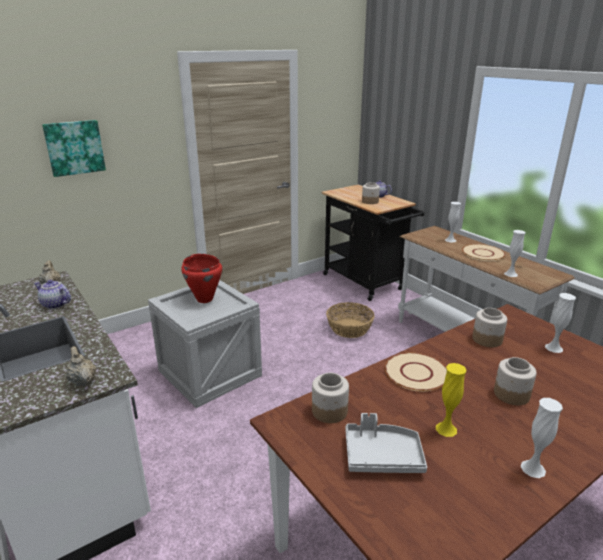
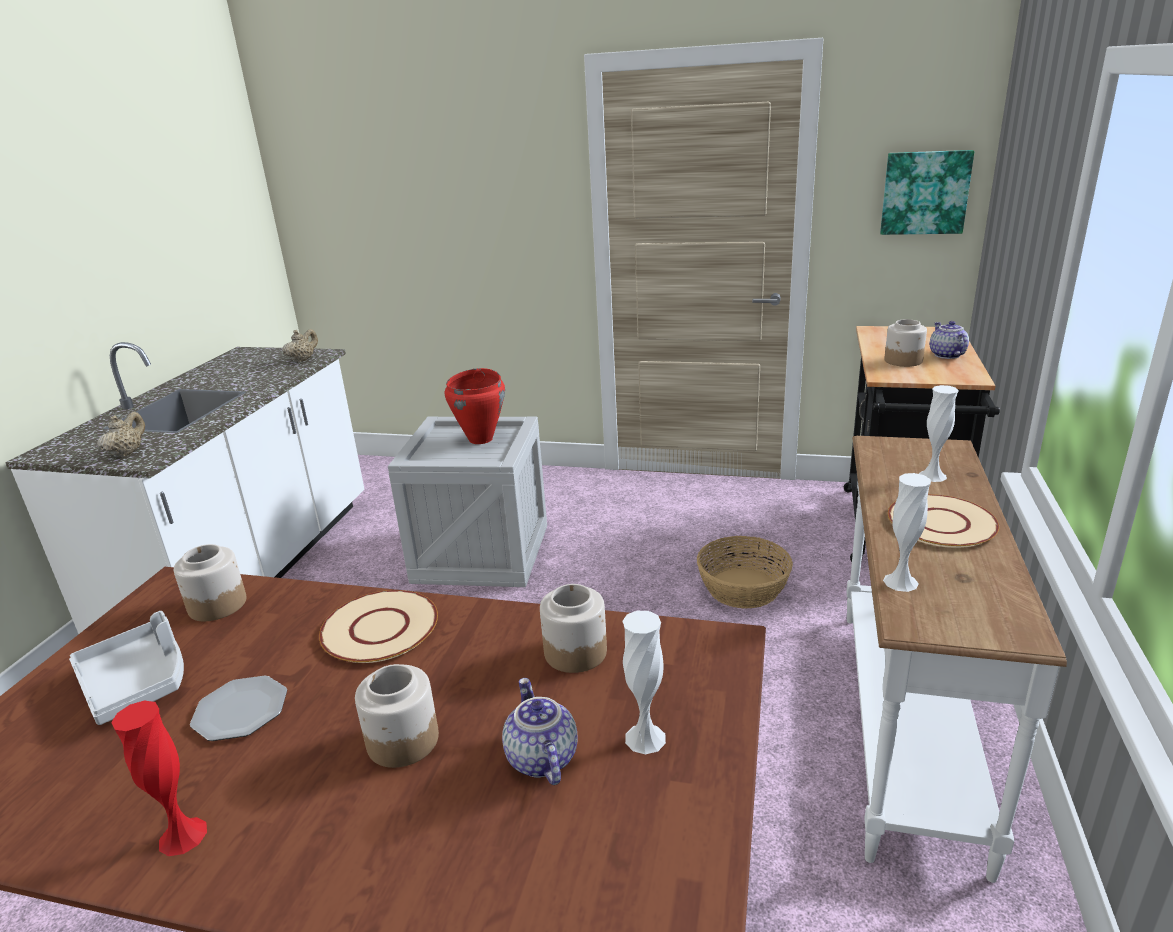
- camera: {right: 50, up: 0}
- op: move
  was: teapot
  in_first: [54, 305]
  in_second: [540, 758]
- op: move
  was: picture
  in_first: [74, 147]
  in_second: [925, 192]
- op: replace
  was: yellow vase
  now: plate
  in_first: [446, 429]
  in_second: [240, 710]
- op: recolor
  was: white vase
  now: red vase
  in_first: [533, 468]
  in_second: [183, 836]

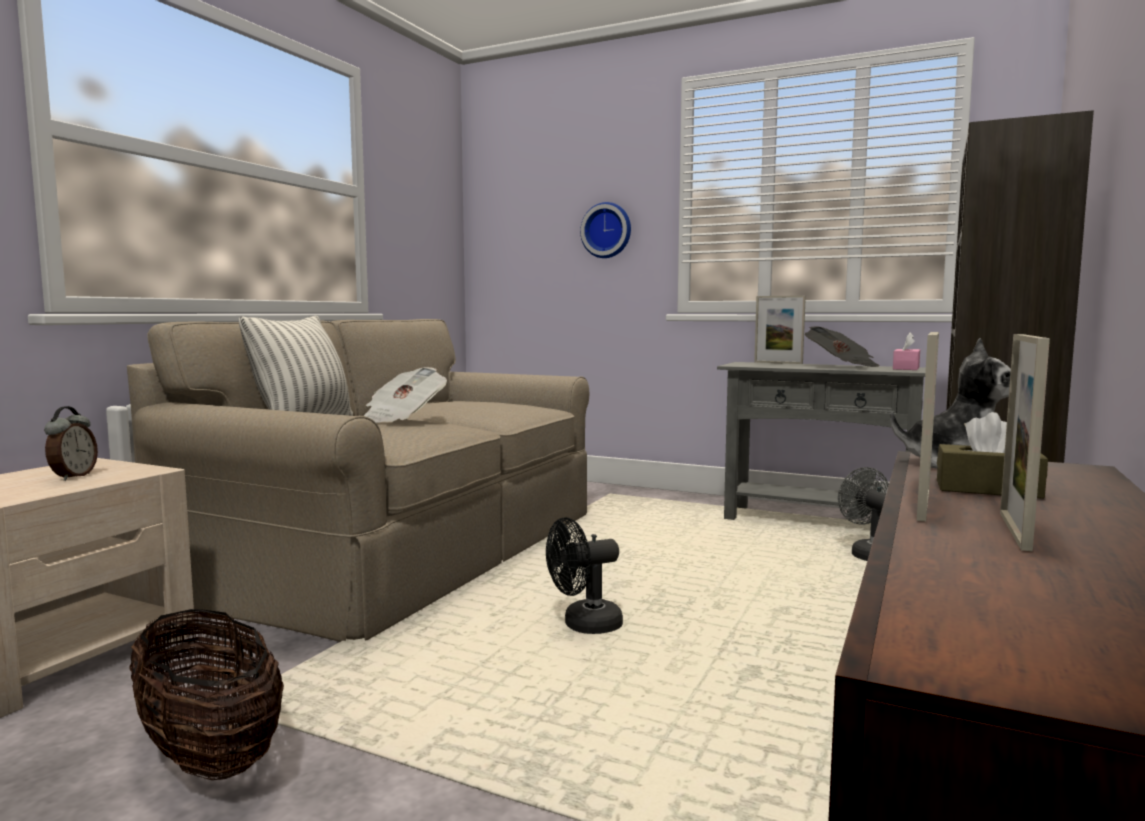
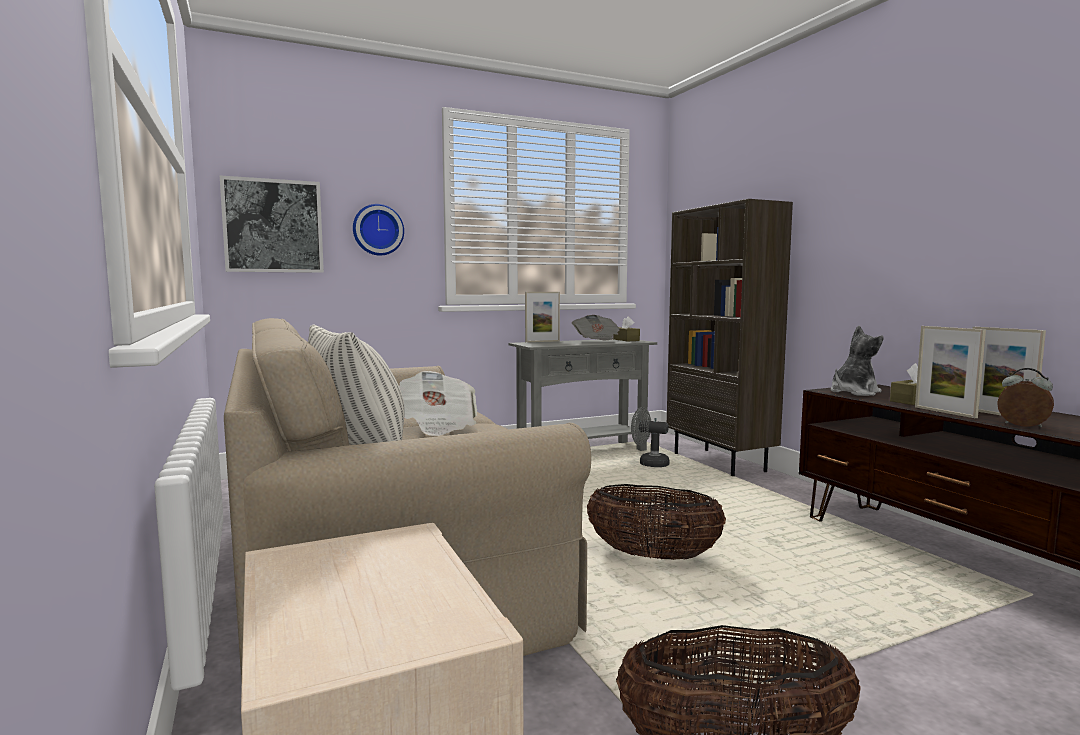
- camera: {right: -50, up: 0}
- op: move
  was: alarm clock
  in_first: [72, 477]
  in_second: [1022, 426]
- op: replace
  was: black fan
  now: basket
  in_first: [584, 626]
  in_second: [653, 556]
- op: recolor
  was: pink tissue box
  now: brown tissue box
  in_first: [906, 368]
  in_second: [626, 340]
- op: insert
  now: picture
  in_second: [273, 226]

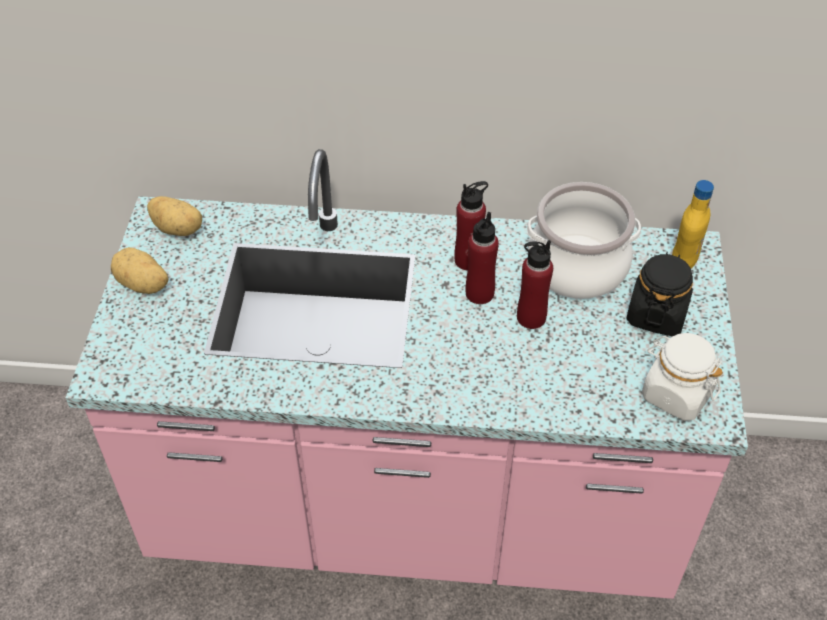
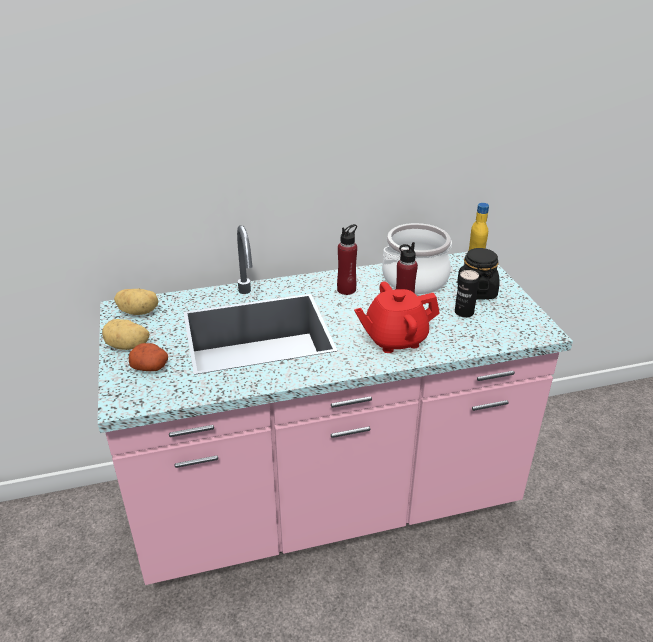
- camera: {right: -20, up: -15}
- op: delete
  was: red bottle
  in_first: [479, 293]
- op: delete
  was: white jar
  in_first: [676, 394]
- op: insert
  now: potato
  in_second: [151, 367]
- op: insert
  now: red teapot
  in_second: [394, 339]
- op: insert
  now: can
  in_second: [464, 312]

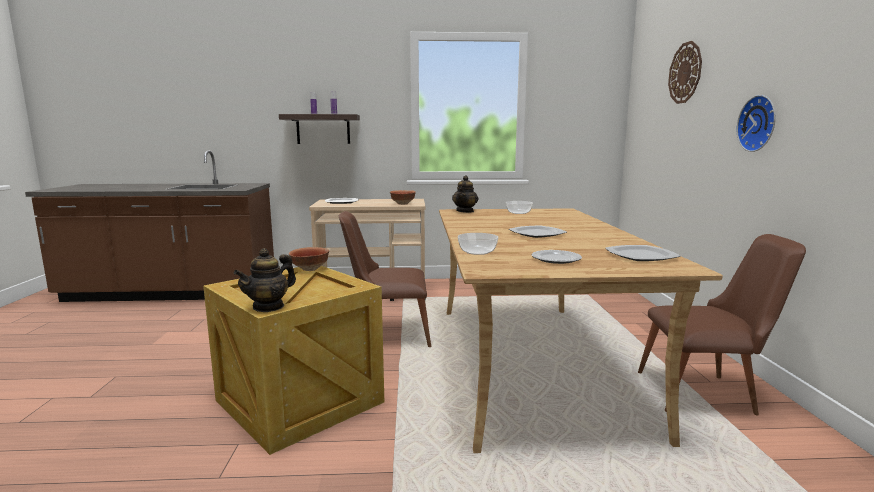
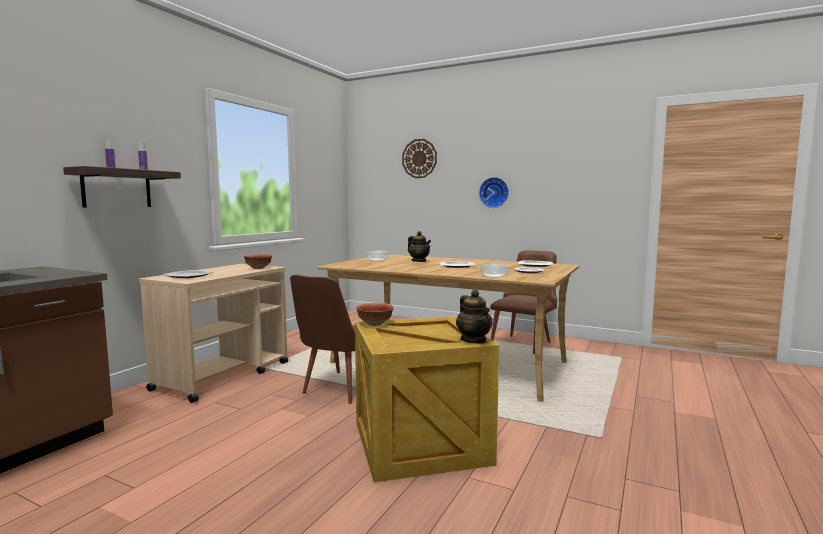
- camera: {right: -60, up: -5}
- op: move
  was: teapot
  in_first: [465, 211]
  in_second: [419, 261]

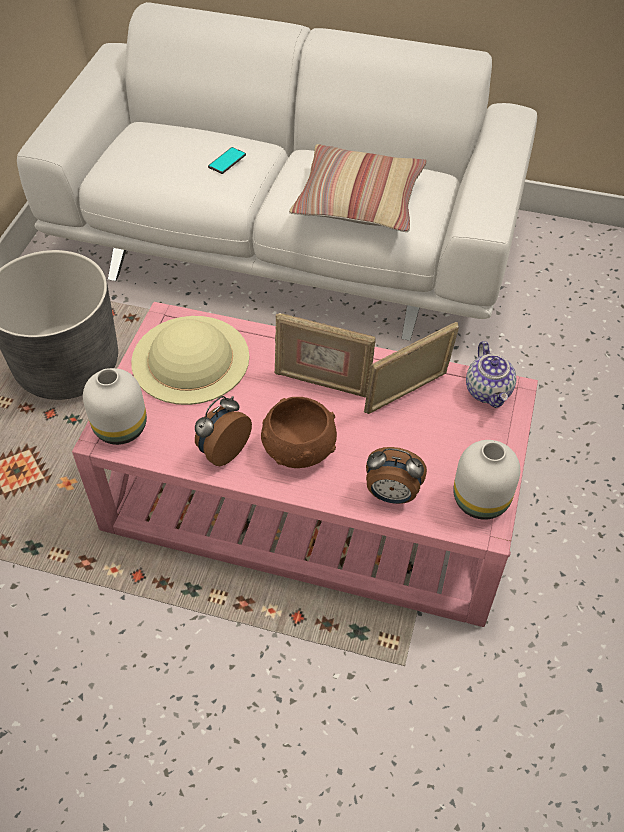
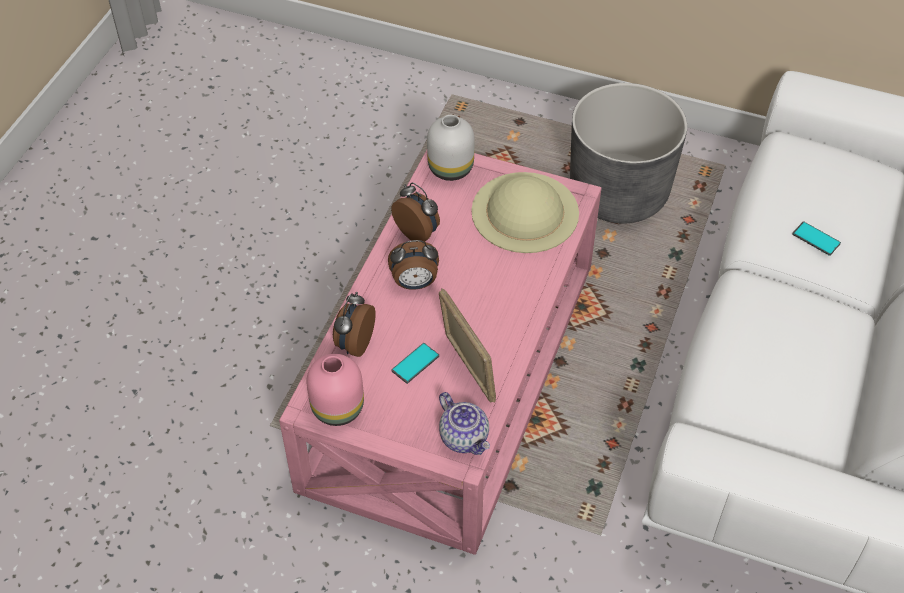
- camera: {right: 95, up: 0}
- op: replace
  was: brown bowl
  now: alarm clock
  in_first: [298, 448]
  in_second: [415, 283]
- op: delete
  was: picture frame
  in_first: [322, 382]
- op: delete
  was: pillow
  in_first: [359, 200]
- op: recolor
  was: white vase
  now: pink vase
  in_first: [480, 501]
  in_second: [336, 407]
- op: rotate
  was: teapot
  in_first: [489, 391]
  in_second: [465, 437]
  clockwise: -120
- op: insert
  now: phone
  in_second: [415, 363]

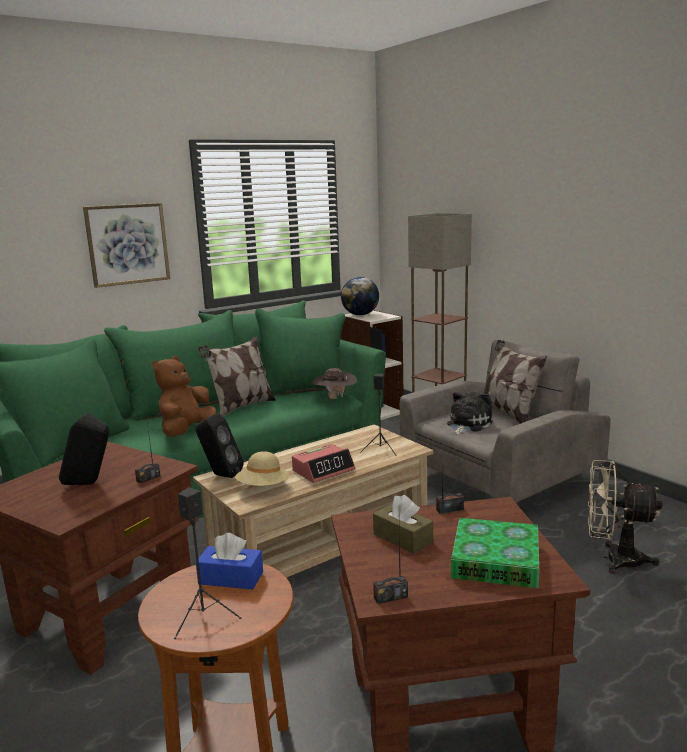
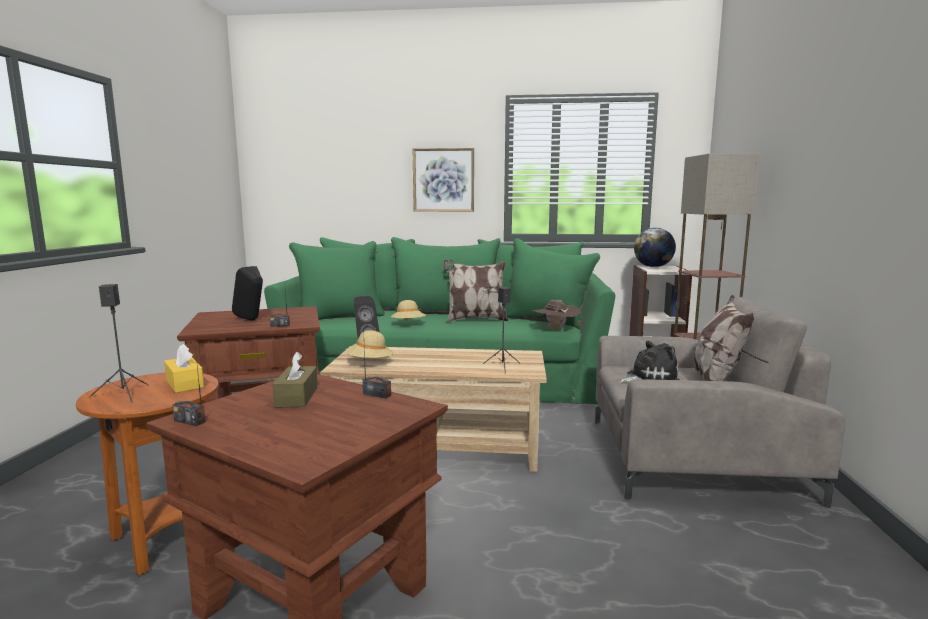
- camera: {right: 40, up: -5}
- op: replace
  was: brown plush toy
  now: beige hat
  in_first: [187, 432]
  in_second: [408, 324]
- op: recolor
  was: blue tissue box
  now: yellow tissue box
  in_first: [231, 578]
  in_second: [184, 384]
- op: delete
  was: alarm clock
  in_first: [323, 470]
- op: delete
  was: book
  in_first: [495, 560]
- op: delete
  was: beige fan
  in_first: [614, 559]

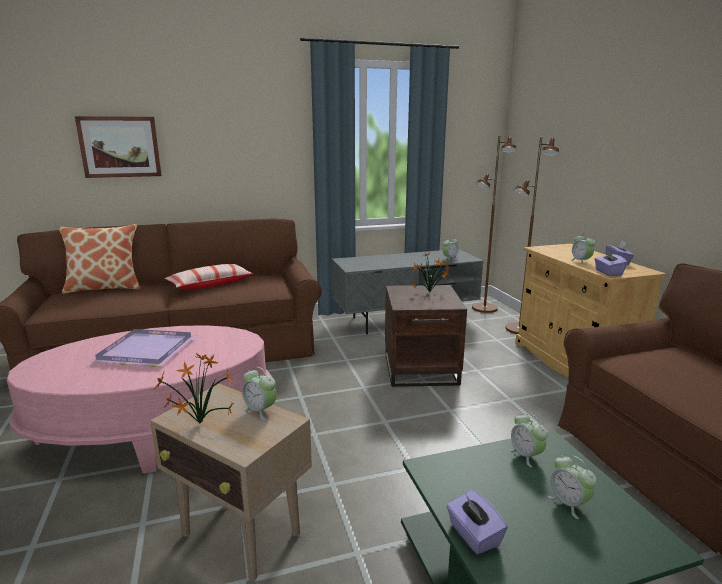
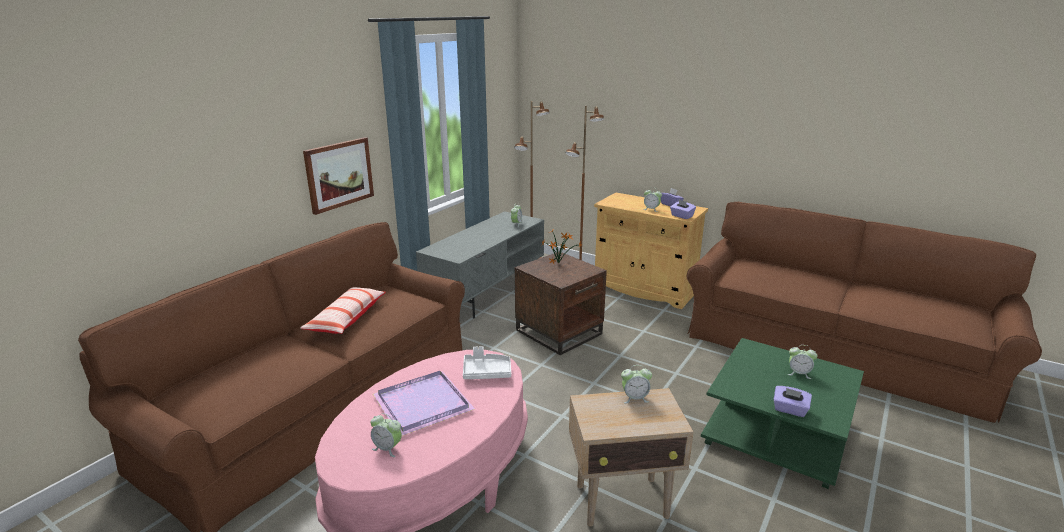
- camera: {right: -40, up: 5}
- op: delete
  was: pillow
  in_first: [105, 288]
- op: move
  was: picture
  in_first: [120, 147]
  in_second: [339, 174]
- op: delete
  was: potted plant
  in_first: [198, 423]
- op: move
  was: alarm clock
  in_first: [526, 455]
  in_second: [387, 448]
- op: insert
  now: white tray
  in_second: [486, 372]

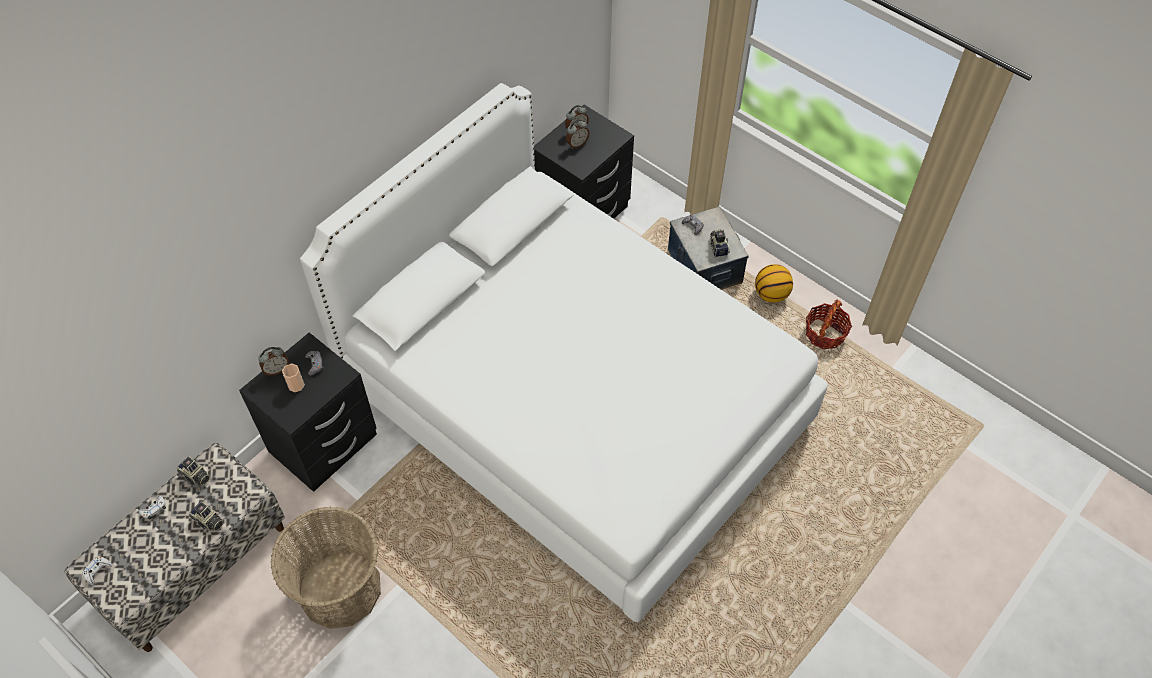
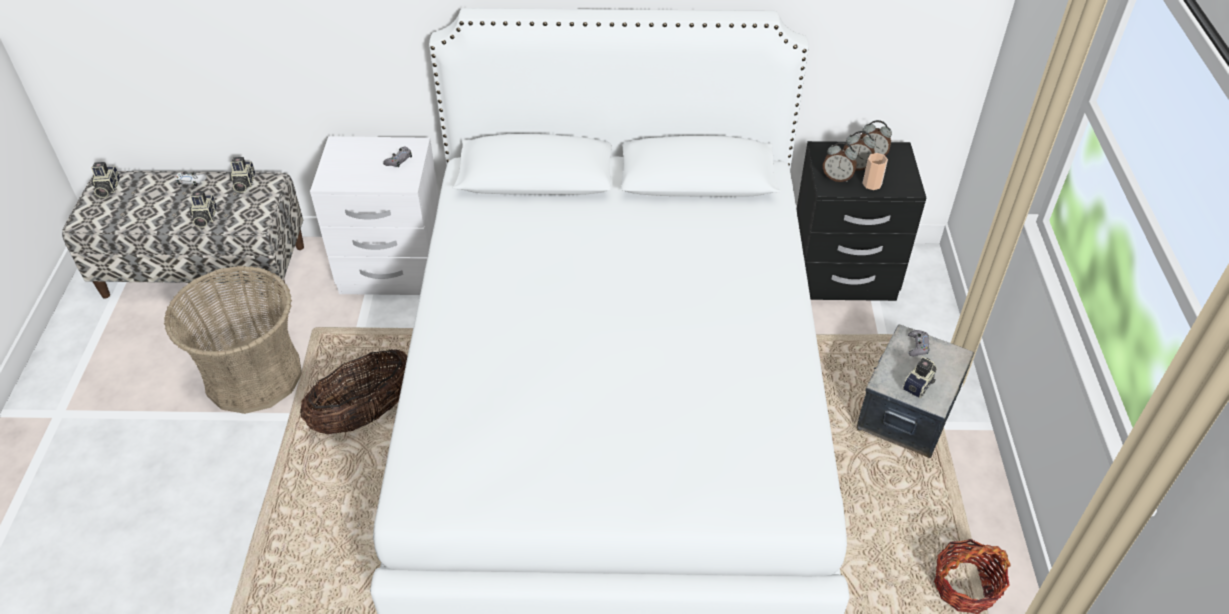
- camera: {right: 50, up: -10}
- op: replace
  was: white game controller
  now: photo camera
  in_first: [97, 571]
  in_second: [107, 188]
- op: recolor
  was: black nightstand
  now: white nightstand
  in_first: [324, 444]
  in_second: [393, 269]
- op: move
  was: alarm clock
  in_first: [276, 369]
  in_second: [837, 177]
- op: move
  was: cup
  in_first: [296, 385]
  in_second: [872, 184]
- op: delete
  was: basketball
  in_first: [771, 294]
- op: insert
  now: basket
  in_second: [365, 414]

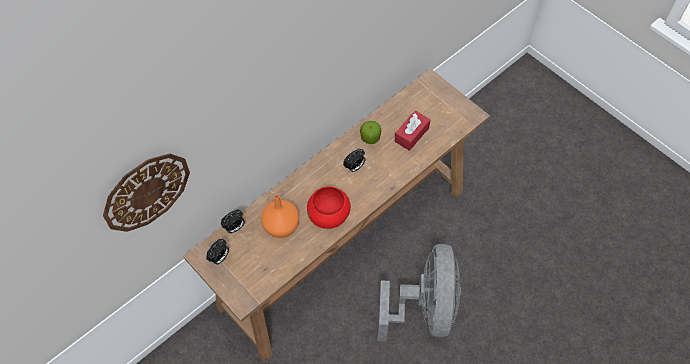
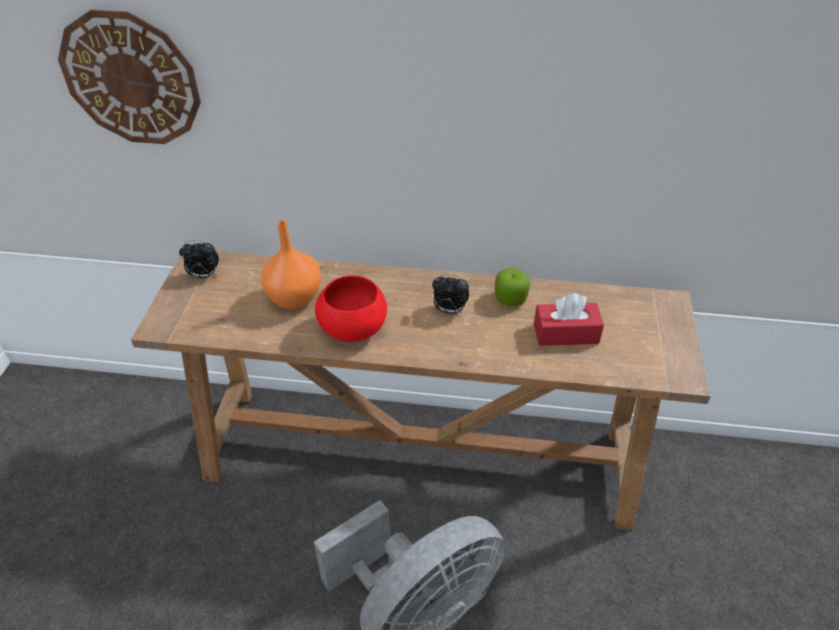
- camera: {right: 50, up: -15}
- op: delete
  was: alarm clock
  in_first: [234, 228]

